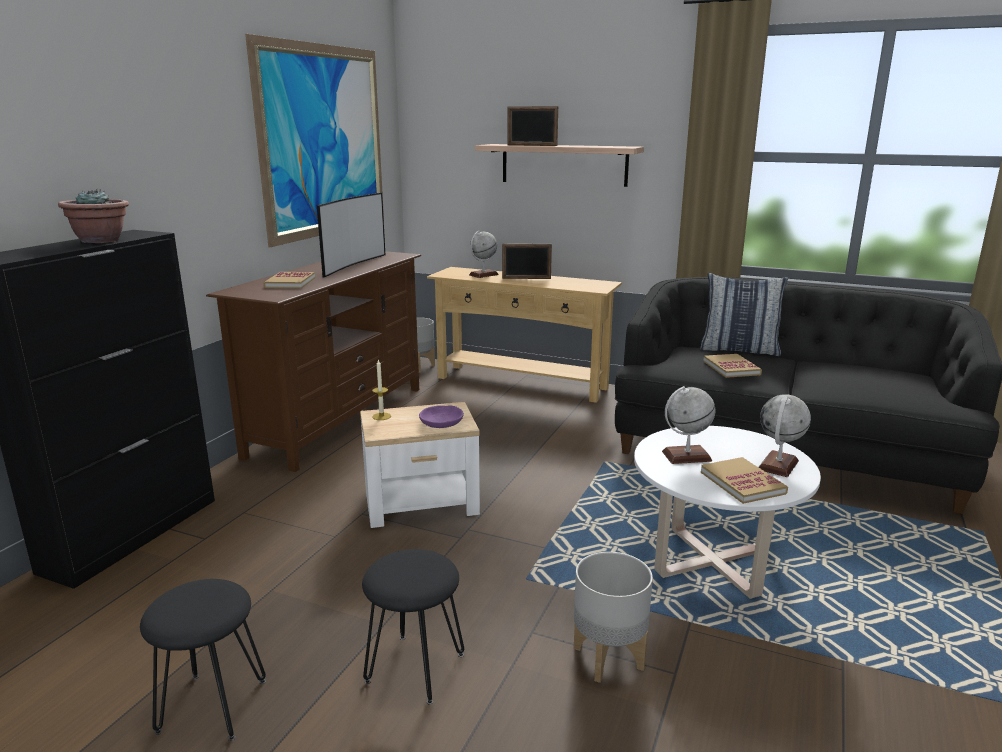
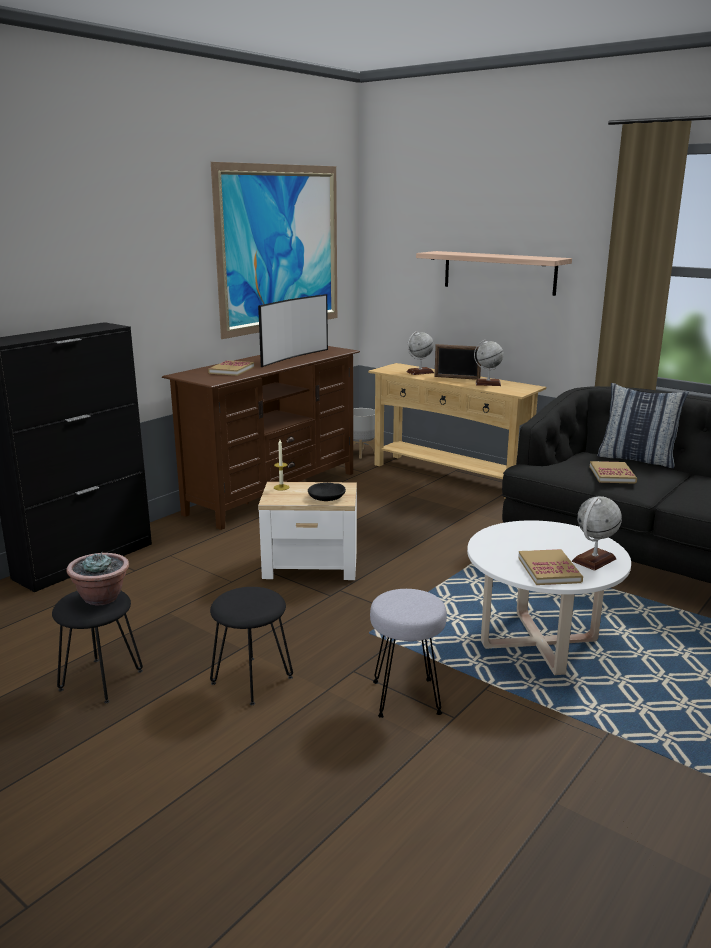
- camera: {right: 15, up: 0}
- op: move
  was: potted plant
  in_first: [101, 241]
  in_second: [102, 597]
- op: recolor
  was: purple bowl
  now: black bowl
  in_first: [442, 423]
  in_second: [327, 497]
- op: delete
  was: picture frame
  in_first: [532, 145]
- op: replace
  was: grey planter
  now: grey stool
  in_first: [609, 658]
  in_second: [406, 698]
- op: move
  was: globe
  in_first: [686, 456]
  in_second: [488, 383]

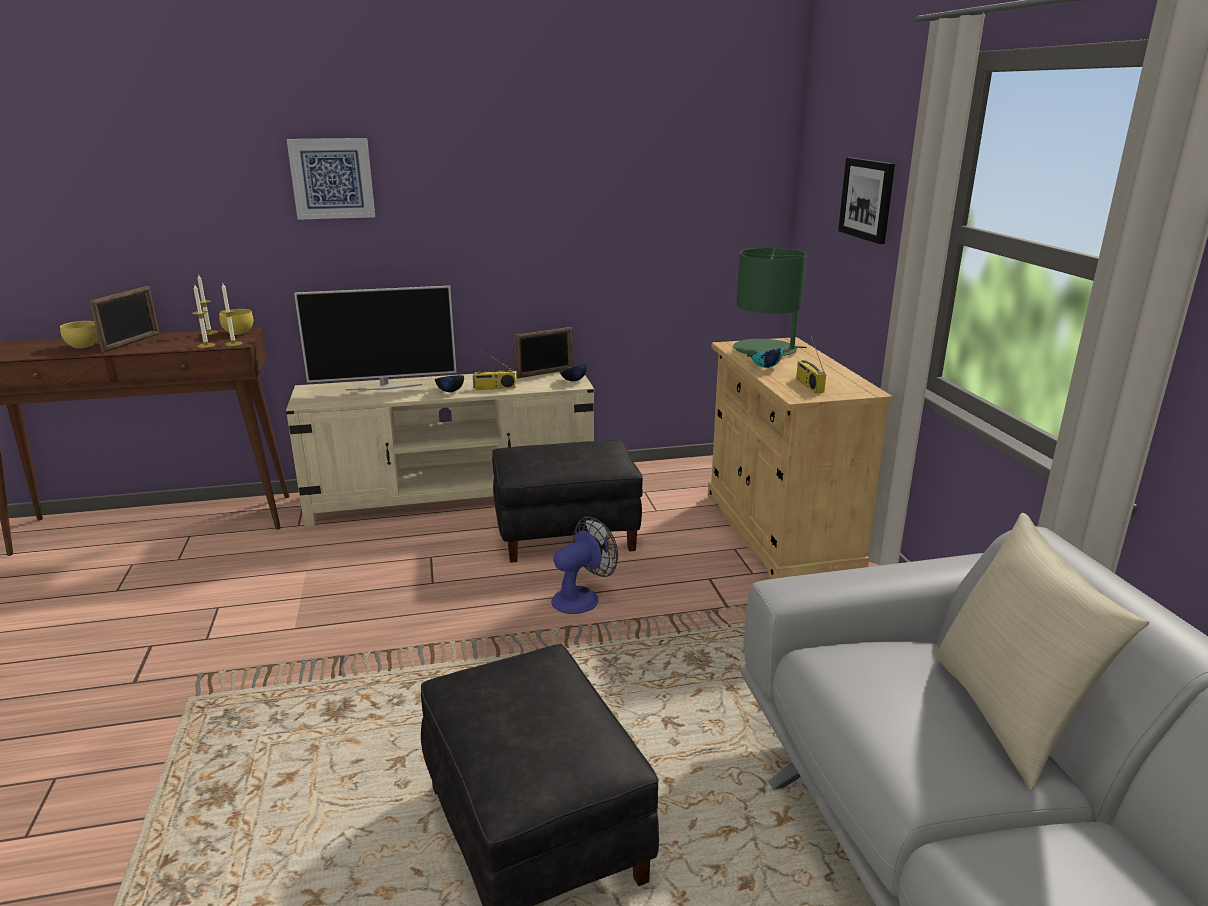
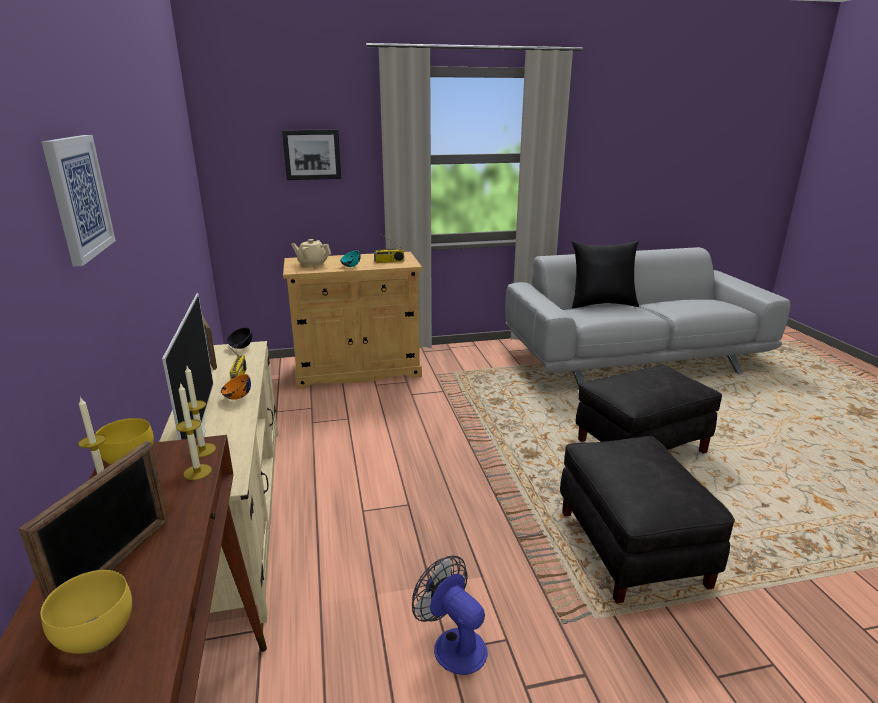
- camera: {right: -90, up: 0}
- op: rotate
  was: picture frame
  in_first: [132, 342]
  in_second: [116, 565]
  clockwise: 90
- op: recolor
  was: black bowl
  now: orange bowl
  in_first: [450, 391]
  in_second: [237, 397]
- op: move
  was: black ottoman
  in_first: [567, 533]
  in_second: [630, 547]
- op: move
  was: fan
  in_first: [582, 597]
  in_second: [453, 644]
- op: replace
  was: green table lamp
  now: beige teapot
  in_first: [765, 350]
  in_second: [312, 264]
- op: recolor
  was: beige pillow
  now: black pillow
  in_first: [1008, 715]
  in_second: [601, 304]

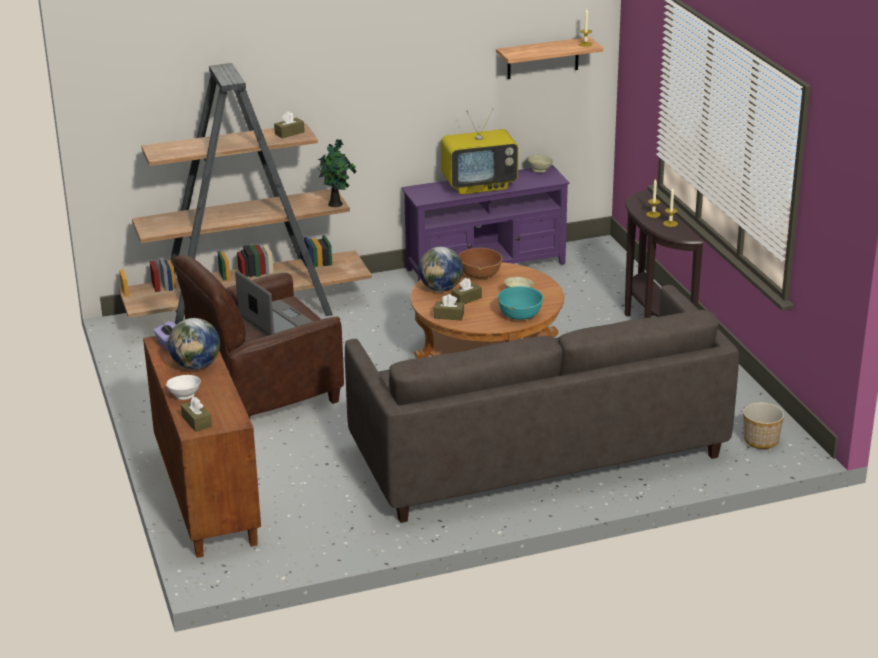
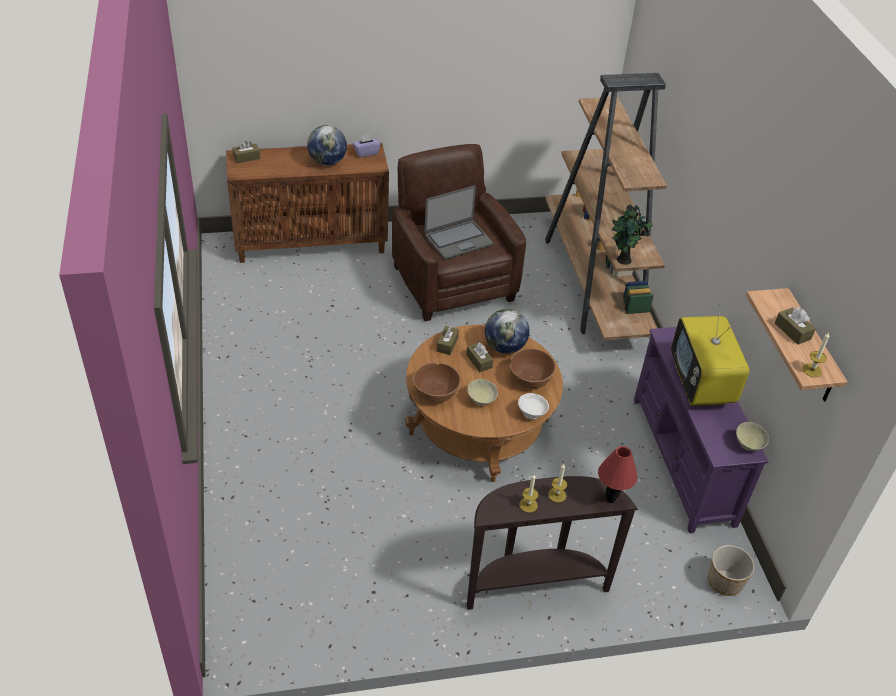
- camera: {right: 95, up: 15}
- op: move
  was: white bowl
  in_first: [185, 395]
  in_second: [532, 414]
- op: move
  was: brown tissue box
  in_first: [289, 133]
  in_second: [792, 331]
- op: delete
  was: grey sofa
  in_first: [537, 452]
- op: recolor
  was: turquoise bowl
  now: brown bowl
  in_first: [520, 315]
  in_second: [435, 393]
- op: move
  was: planter
  in_first: [760, 441]
  in_second: [724, 581]
- op: insert
  now: red table lamp
  in_second: [610, 499]

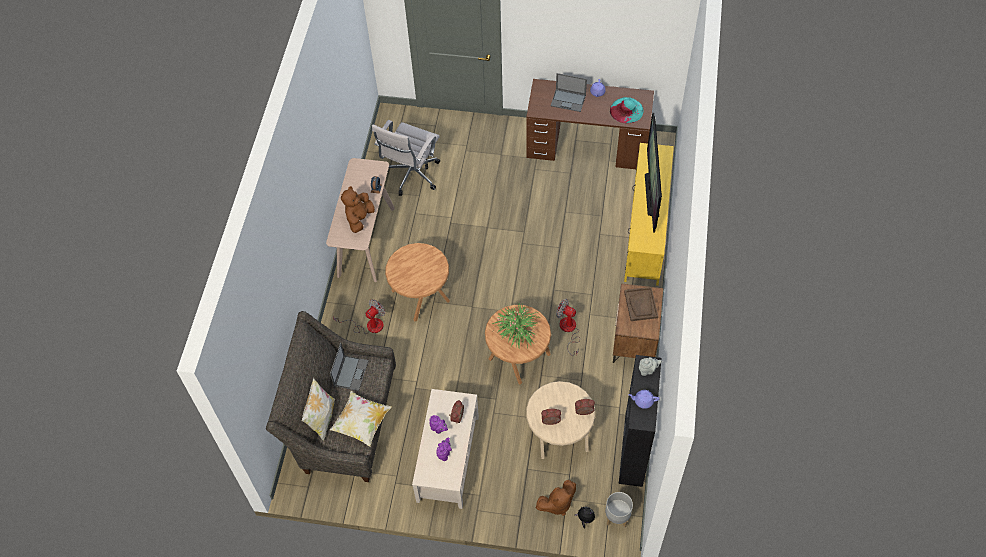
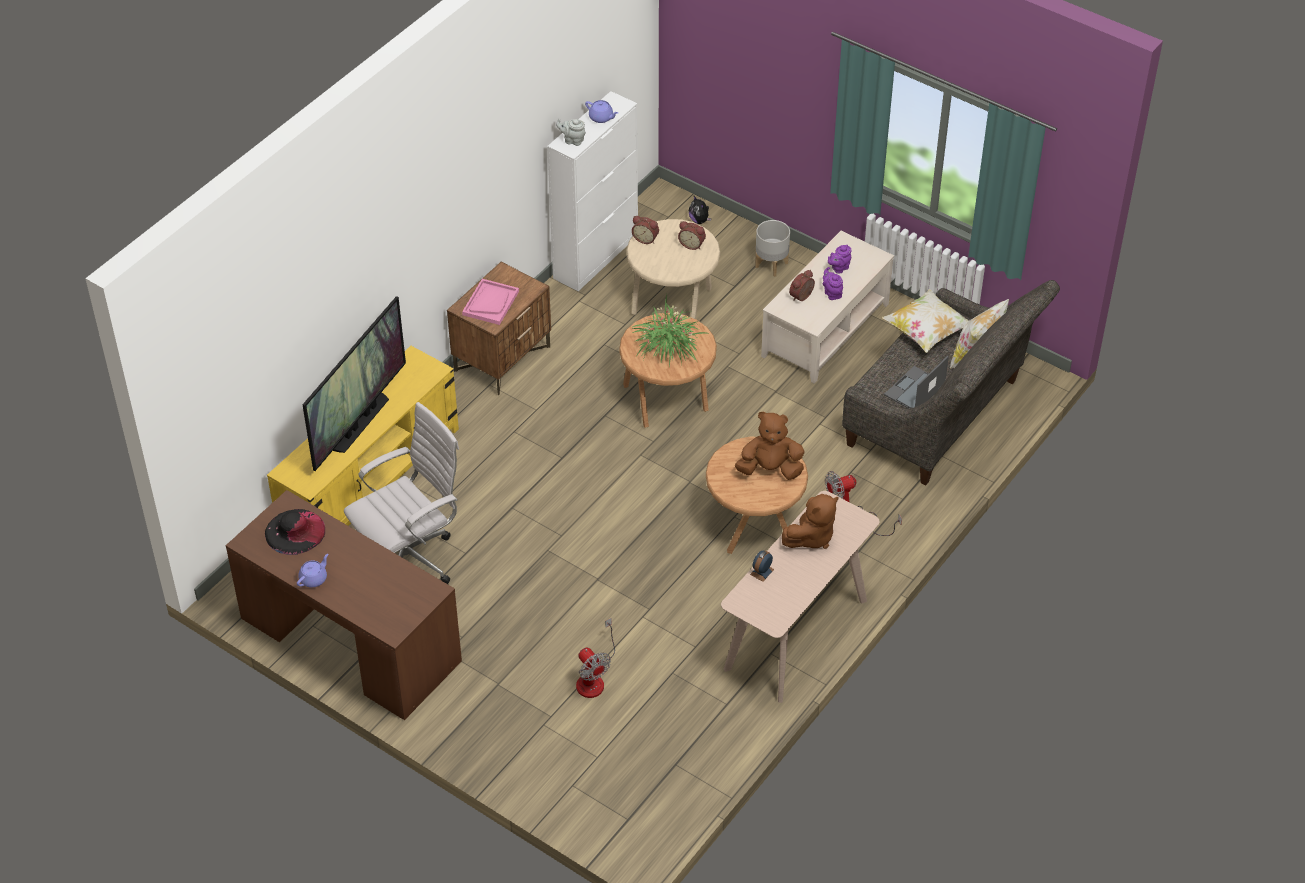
- camera: {right: -155, up: -10}
- op: move
  was: white office chair
  in_first: [411, 176]
  in_second: [411, 559]
- op: move
  was: brown plush toy
  in_first: [557, 504]
  in_second: [770, 469]
- op: delete
  was: laptop
  in_first: [568, 100]
- op: move
  was: fan
  in_first: [569, 330]
  in_second: [593, 678]
- op: move
  was: grey planter
  in_first: [617, 517]
  in_second: [771, 264]
- op: recolor
  was: turquoise hat
  now: black hat
  in_first: [626, 110]
  in_second: [295, 531]
- op: recolor
  was: black cabinet
  now: white cabinet
  in_first: [633, 450]
  in_second: [596, 256]
- op: recolor
  was: brown tray
  now: pink tray
  in_first: [641, 304]
  in_second: [490, 303]

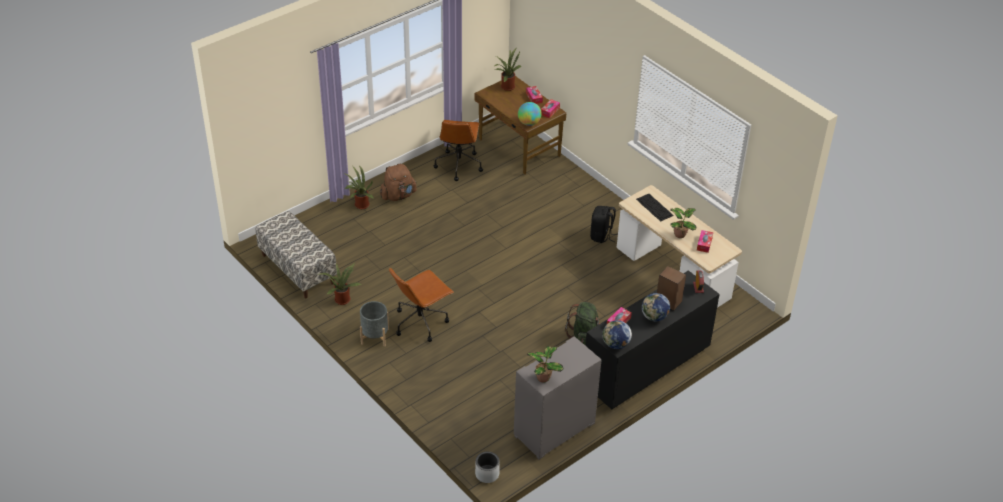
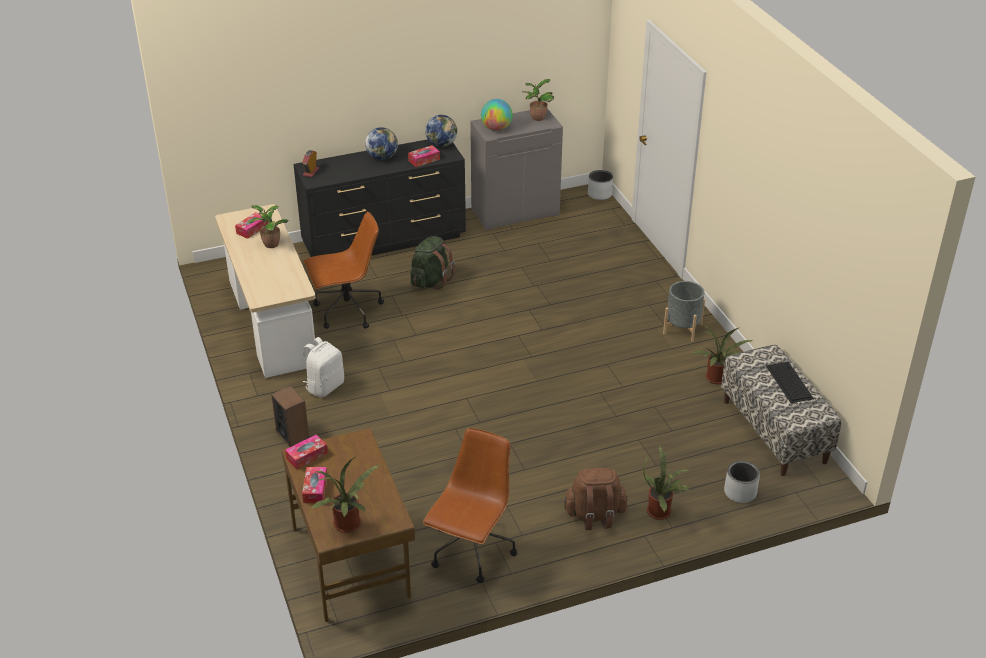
- camera: {right: -160, up: -5}
- op: move
  was: brown office chair
  in_first: [421, 322]
  in_second: [346, 311]
- op: move
  was: globe
  in_first: [529, 123]
  in_second: [496, 129]
- op: recolor
  was: black backpack
  now: white backpack
  in_first: [601, 236]
  in_second: [324, 386]
- op: move
  was: keyboard
  in_first: [655, 207]
  in_second: [788, 381]
- op: move
  was: speaker
  in_first: [668, 301]
  in_second: [292, 435]
- op: insert
  now: grey planter
  in_second: [740, 492]

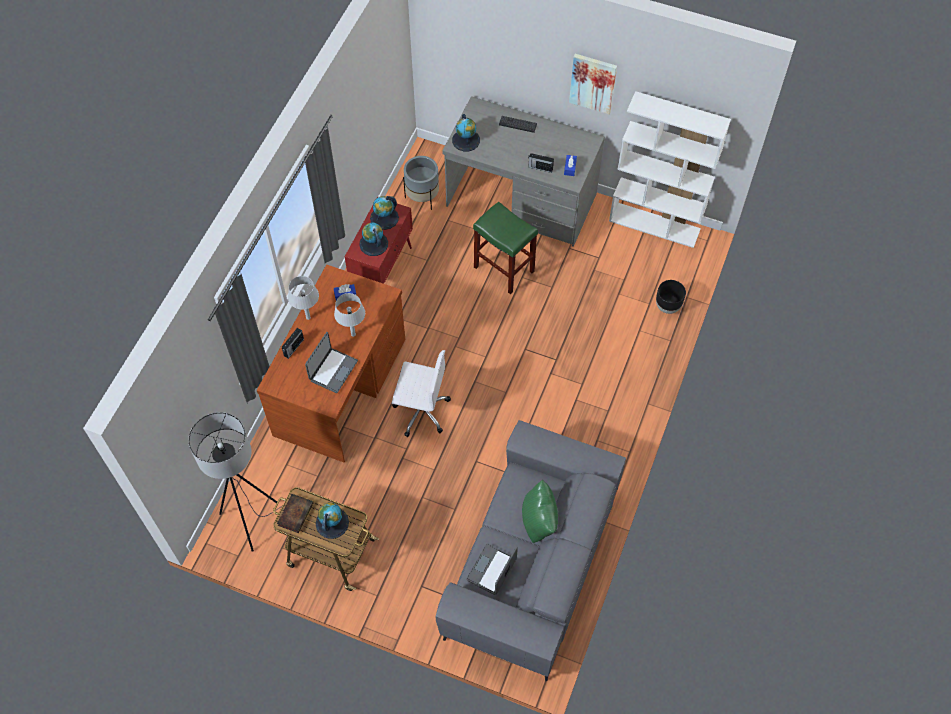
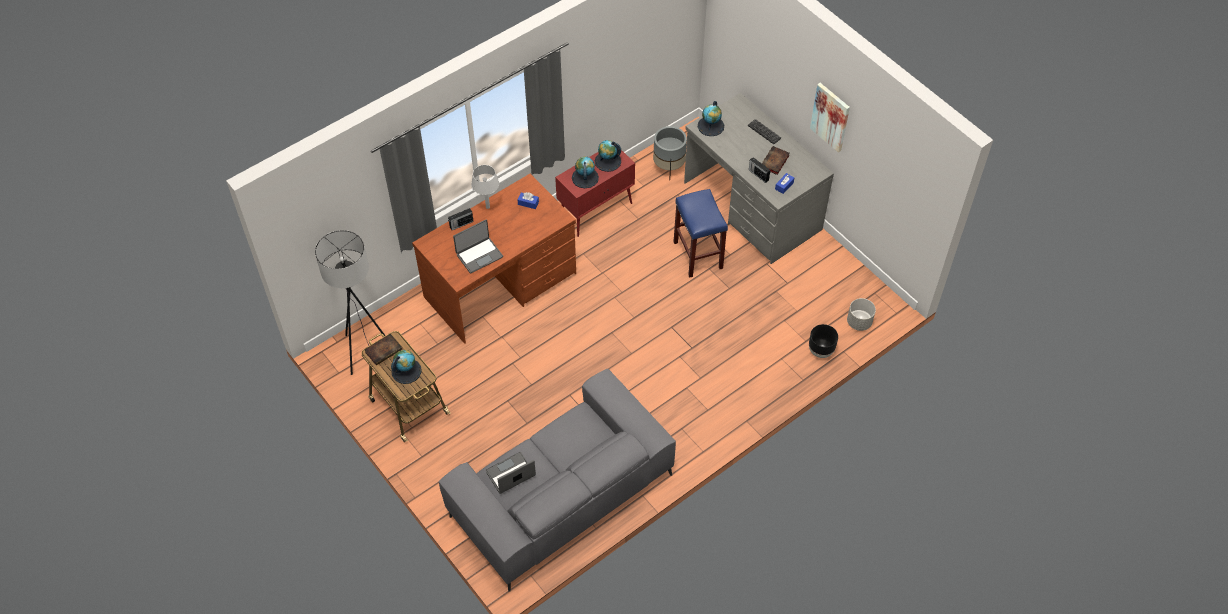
- camera: {right: 30, up: -5}
- op: delete
  was: grey table lamp
  in_first: [353, 334]
- op: delete
  was: white office chair
  in_first: [421, 411]
- op: recolor
  was: green stool
  now: blue stool
  in_first: [503, 269]
  in_second: [697, 254]
- op: delete
  was: green pillow
  in_first: [539, 523]
- op: delete
  was: white bookcase
  in_first: [655, 225]
- op: insert
  now: book
  in_second: [774, 162]
- op: insert
  now: grey planter
  in_second: [859, 322]

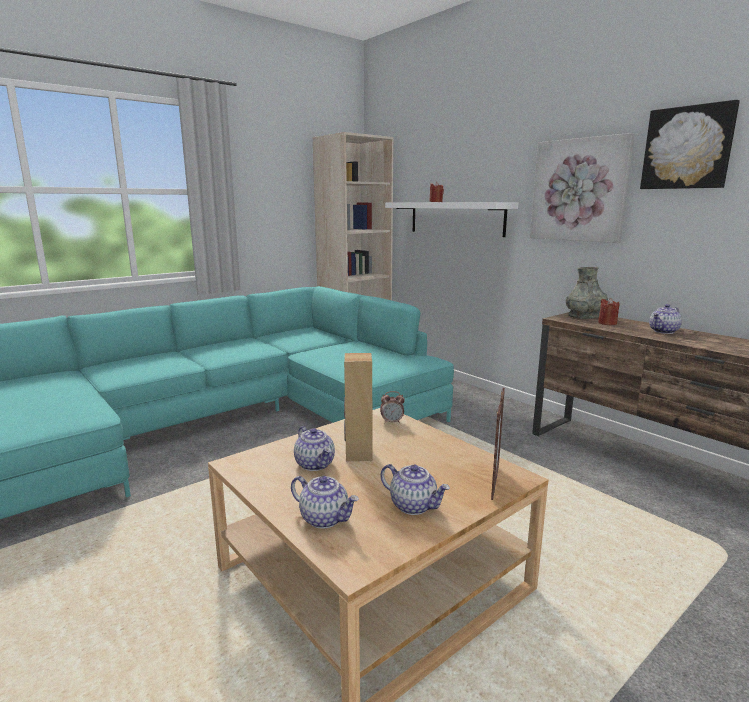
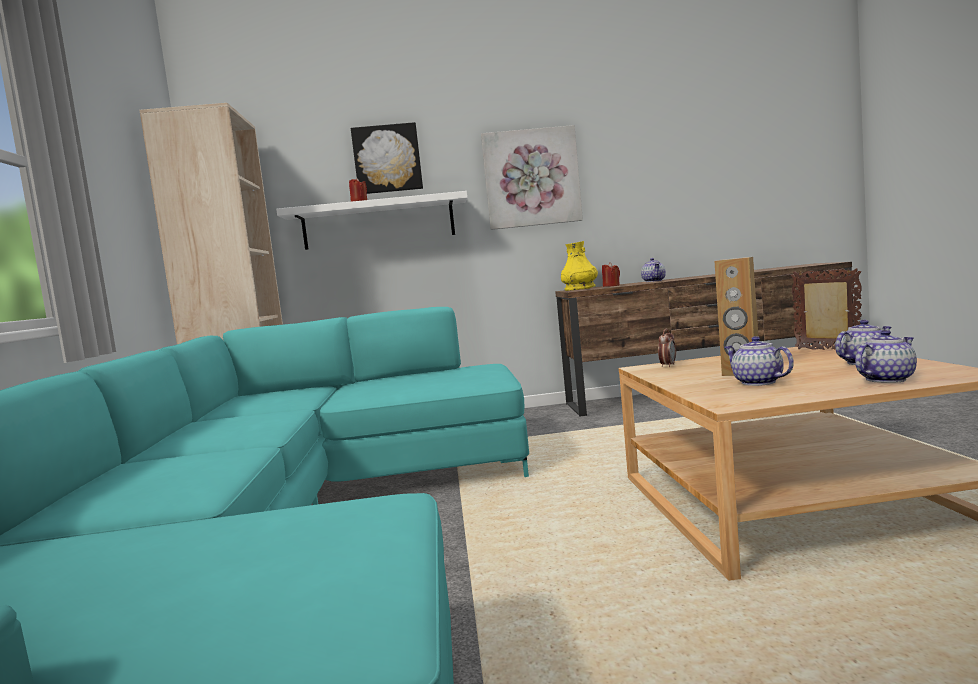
- camera: {right: -55, up: -10}
- op: rotate
  was: teapot
  in_first: [315, 464]
  in_second: [757, 382]
  clockwise: -120
- op: recolor
  was: grey vase
  now: yellow vase
  in_first: [584, 316]
  in_second: [580, 289]
- op: move
  was: picture
  in_first: [688, 148]
  in_second: [387, 159]

